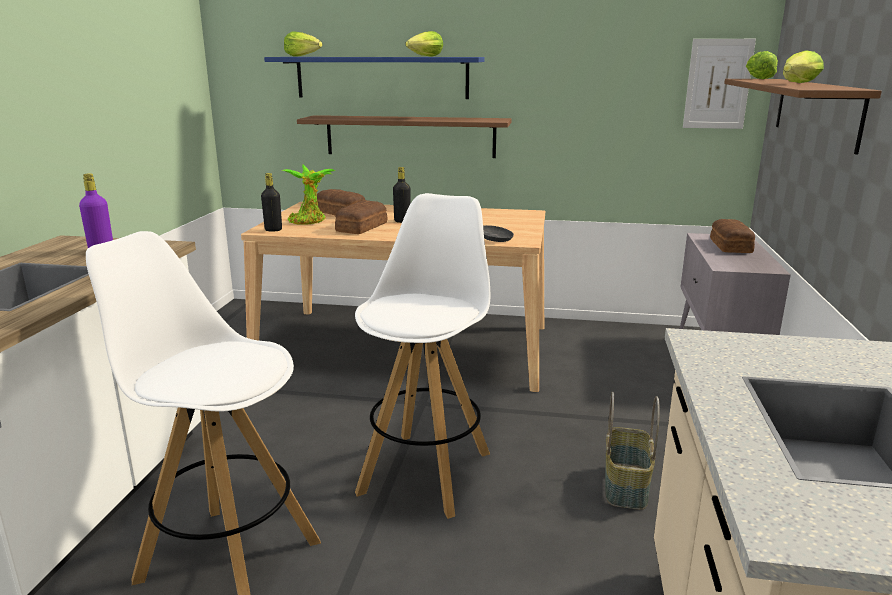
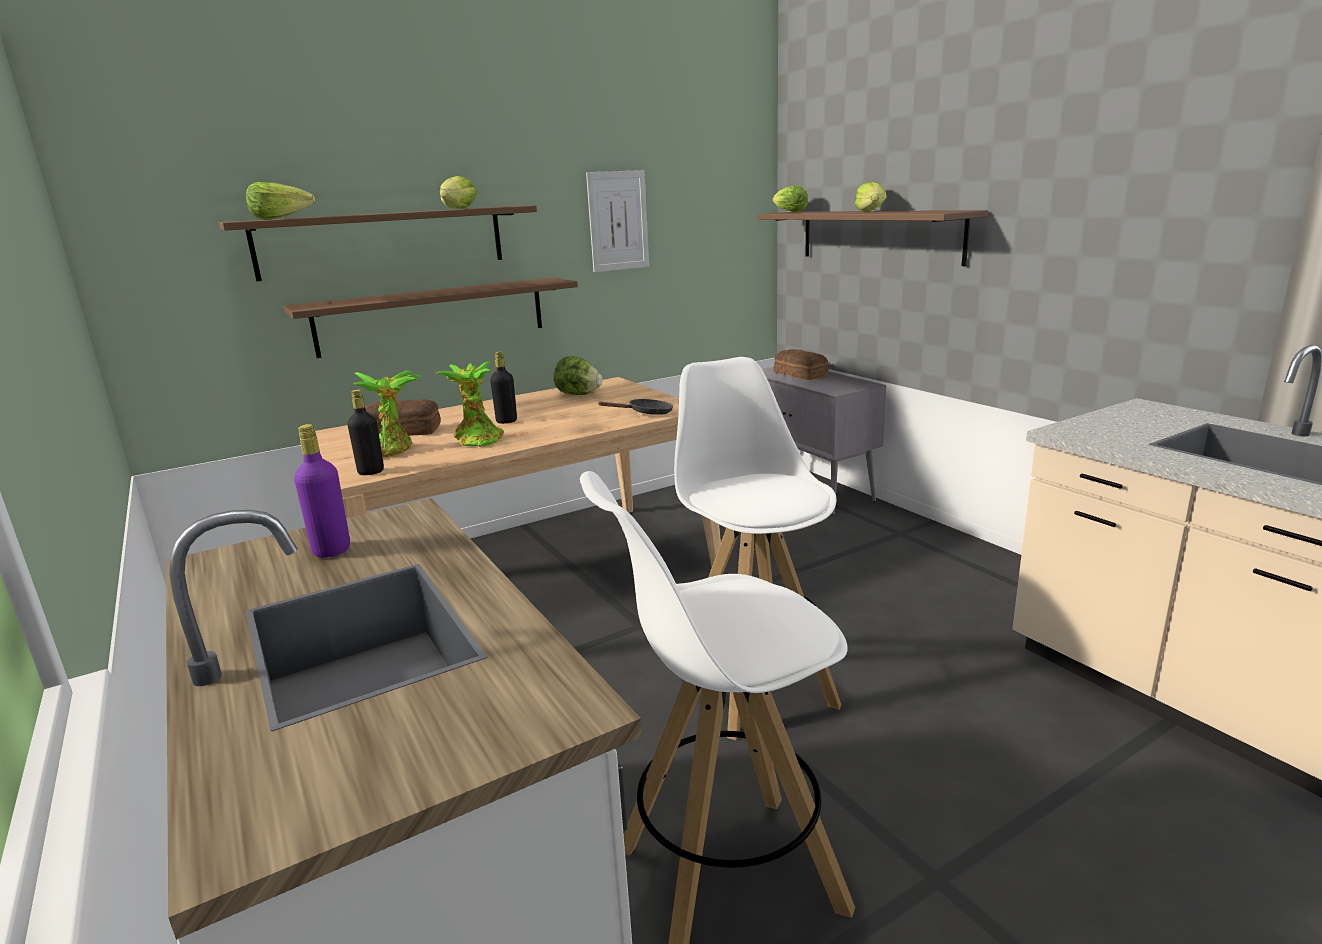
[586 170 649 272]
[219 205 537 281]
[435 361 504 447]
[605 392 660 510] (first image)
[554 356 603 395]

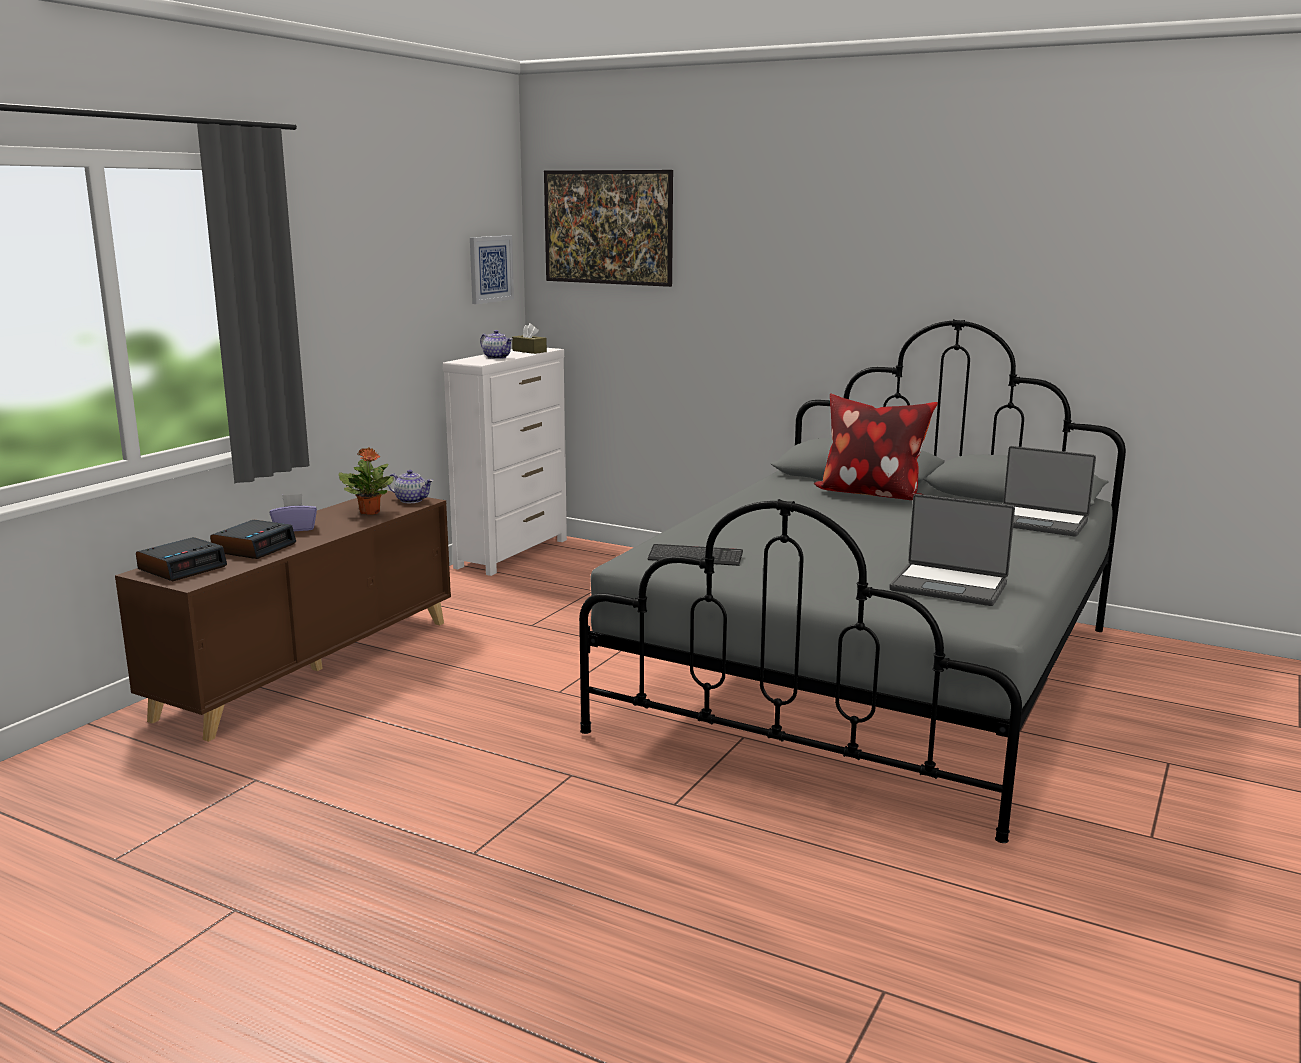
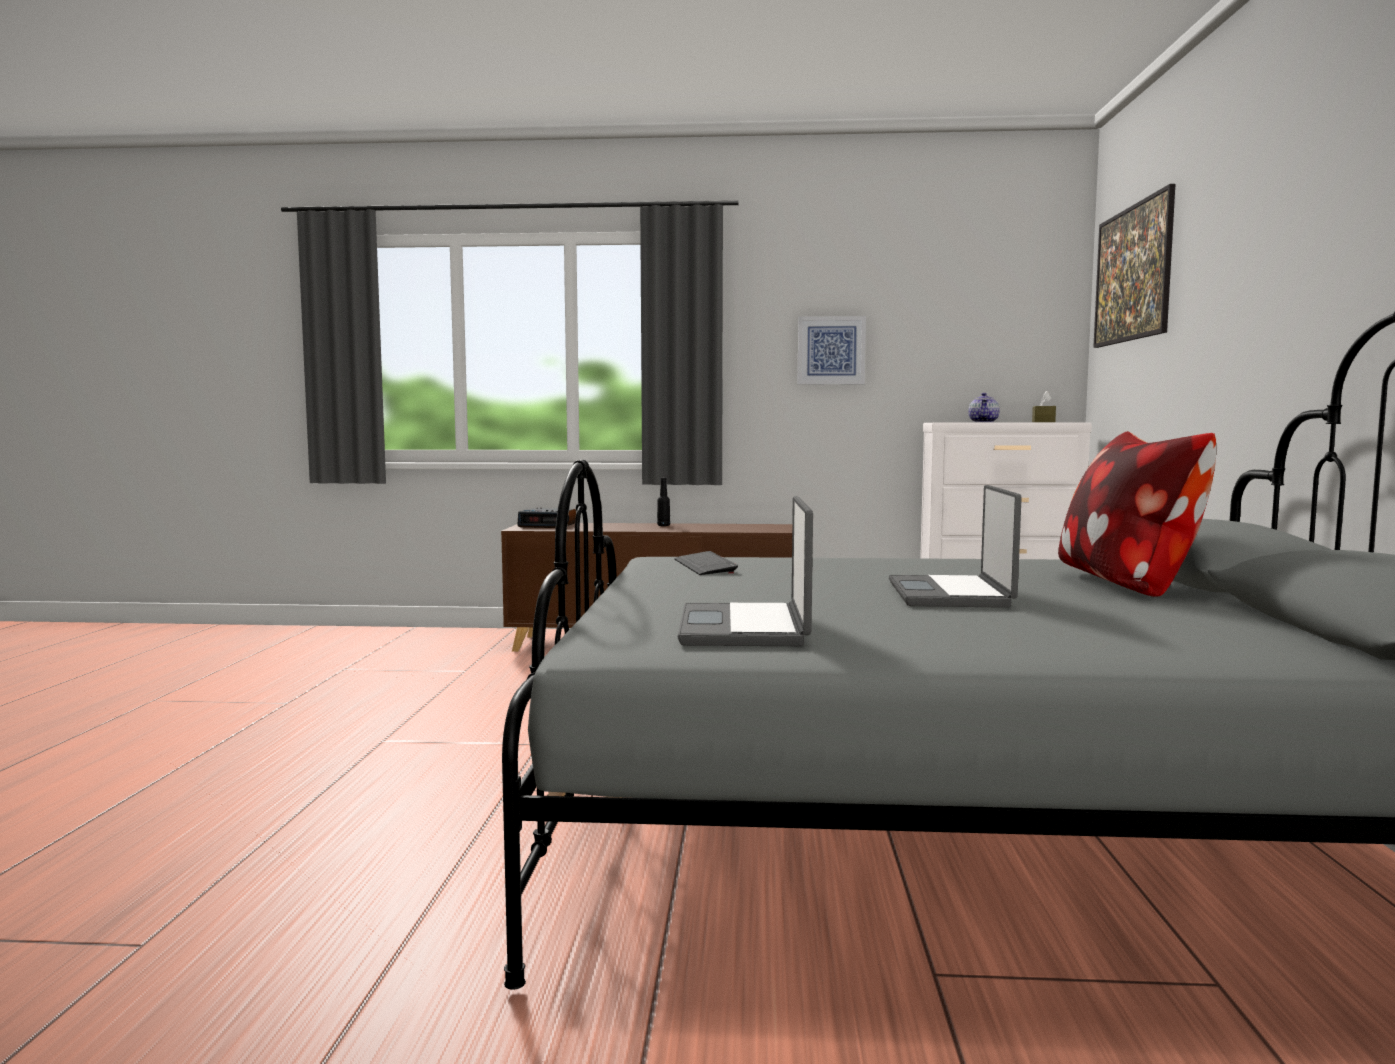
[797 316 866 384]
[889 485 1022 608]
[338 447 393 515] (first image)
[388 470 433 503] (first image)
[657 478 670 526]
[210 520 296 559] (first image)

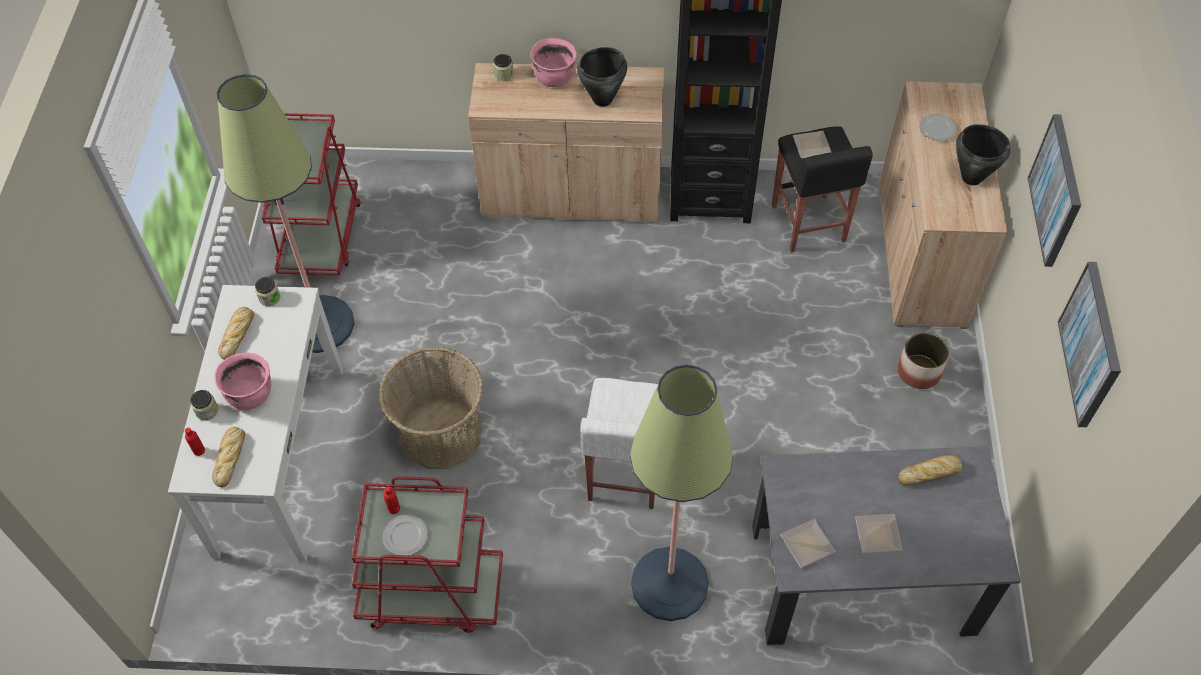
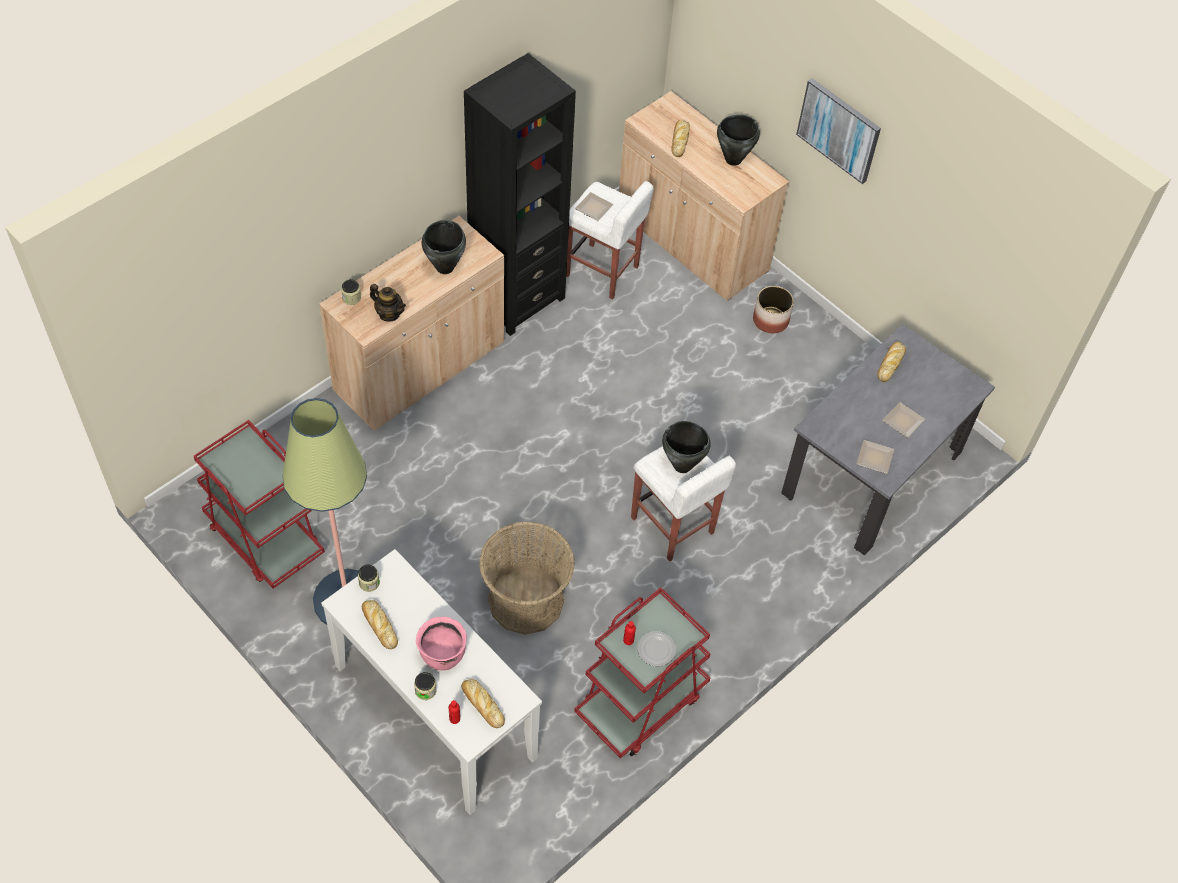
[530 38 577 87] (first image)
[671 120 690 157]
[566 181 653 299]
[1058 262 1121 427] (first image)
[630 364 733 621] (first image)
[370 284 406 322]
[662 421 711 473]

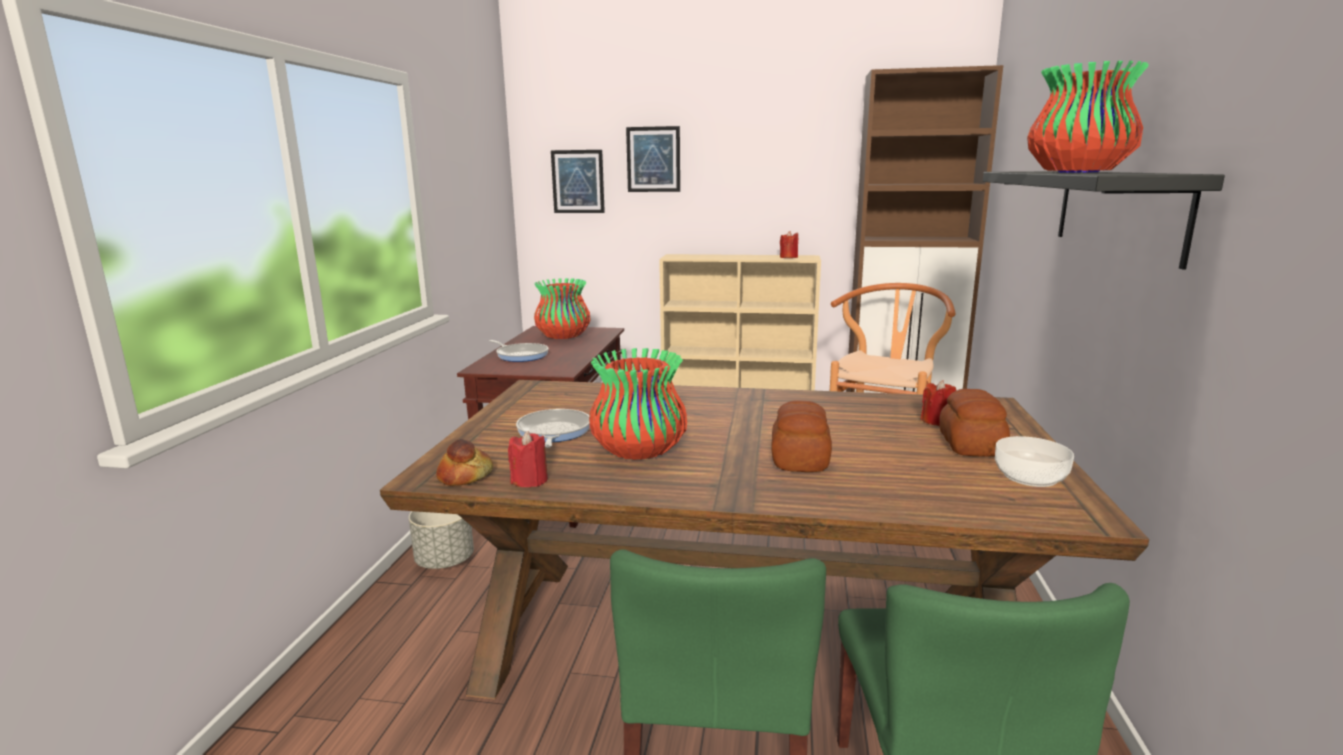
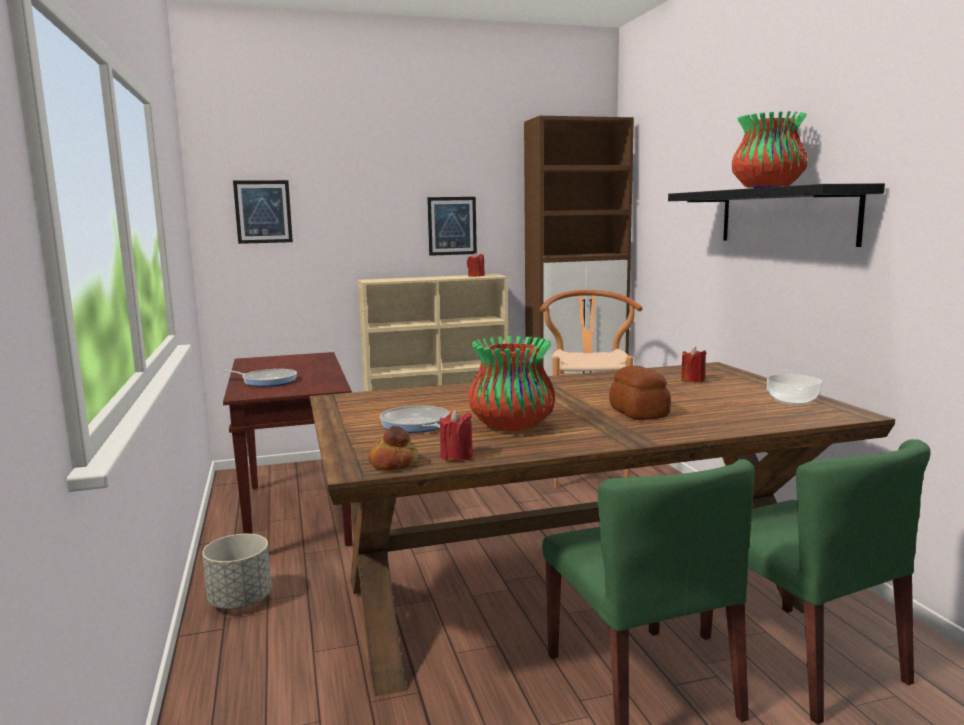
[427 197 477 256]
[534 278 590 339] (first image)
[939 389 1010 457] (first image)

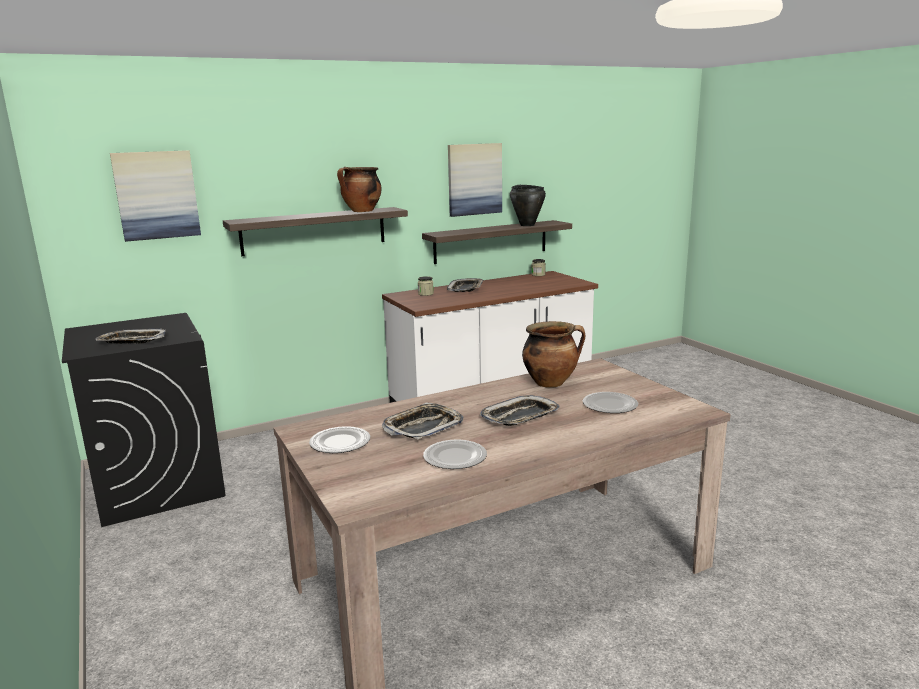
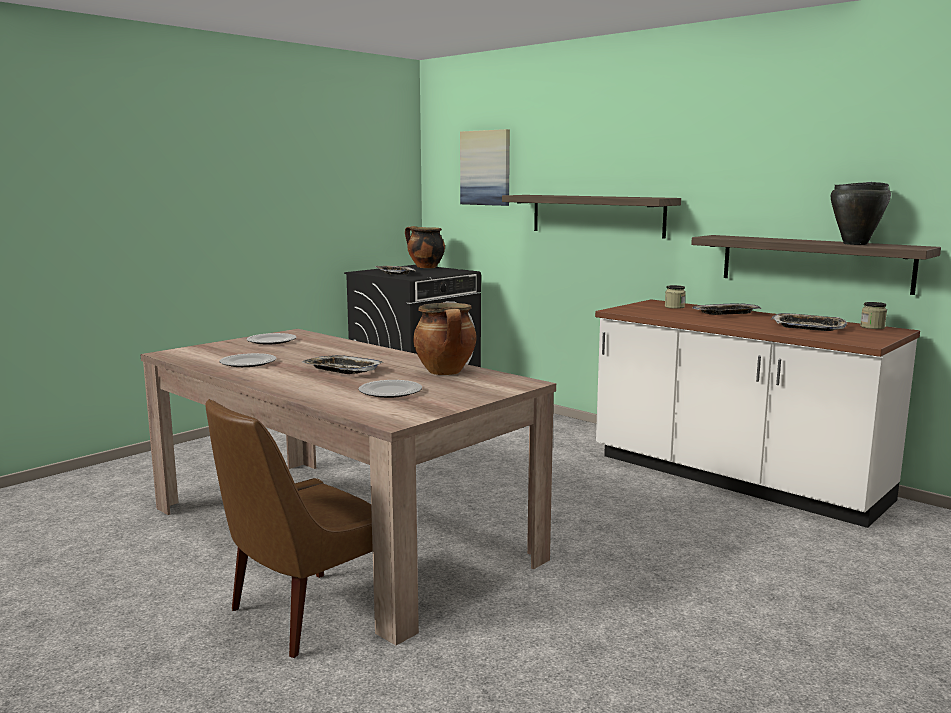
[448 143 502 217] (first image)
[405 226 445 268]
[771 313 847 331]
[205 399 373 658]

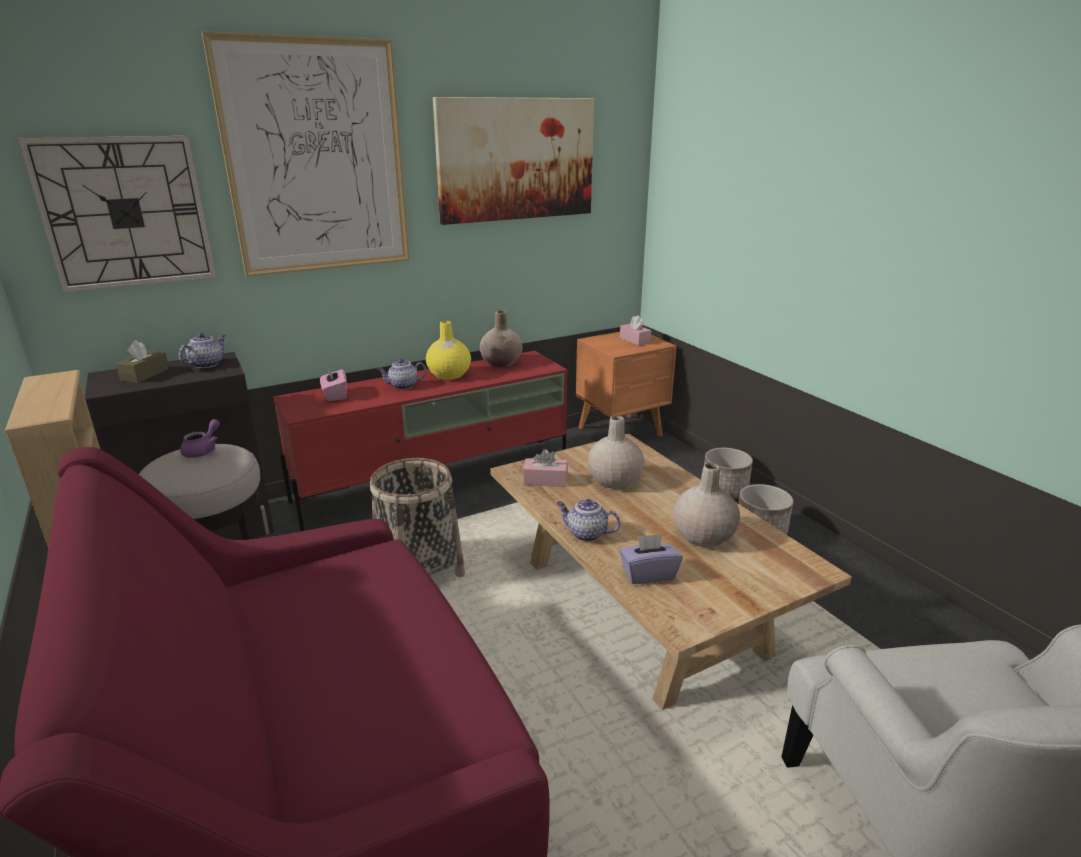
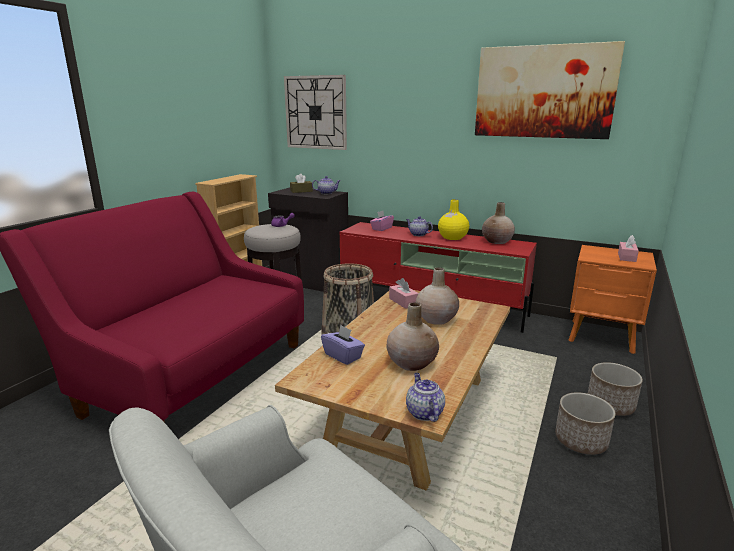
[201 31 409 277] (first image)
[406 373 445 422]

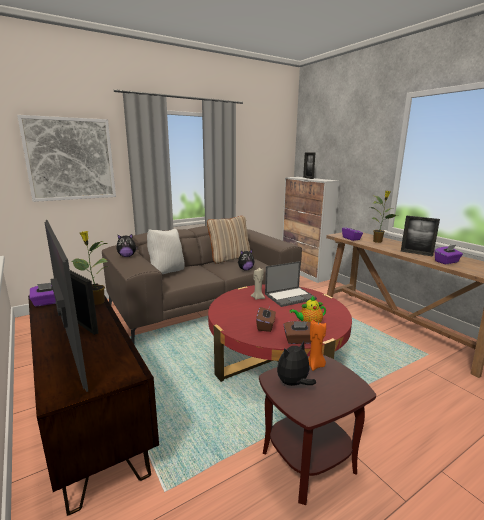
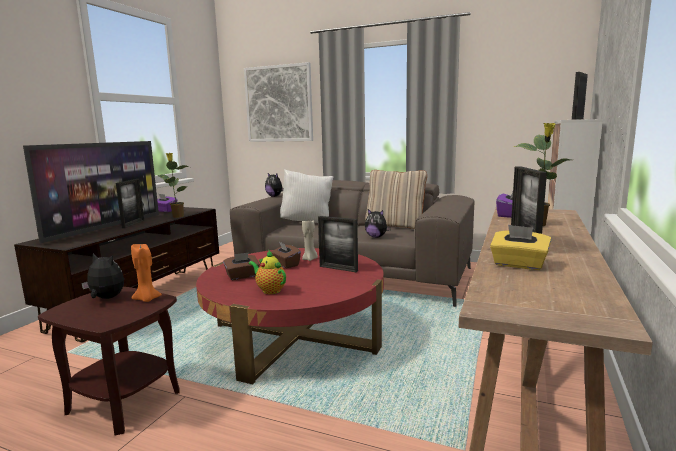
[490 225 551 270]
[318 216 358 272]
[271 242 301 268]

